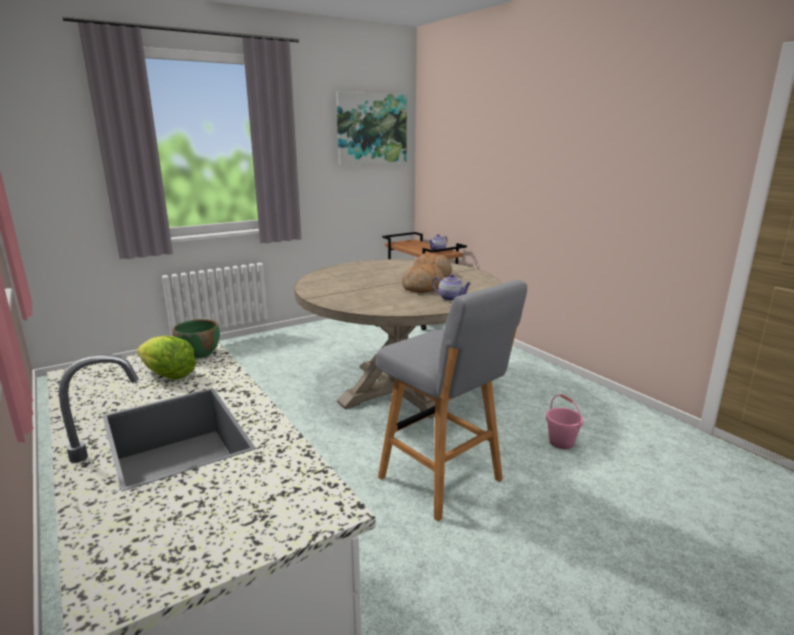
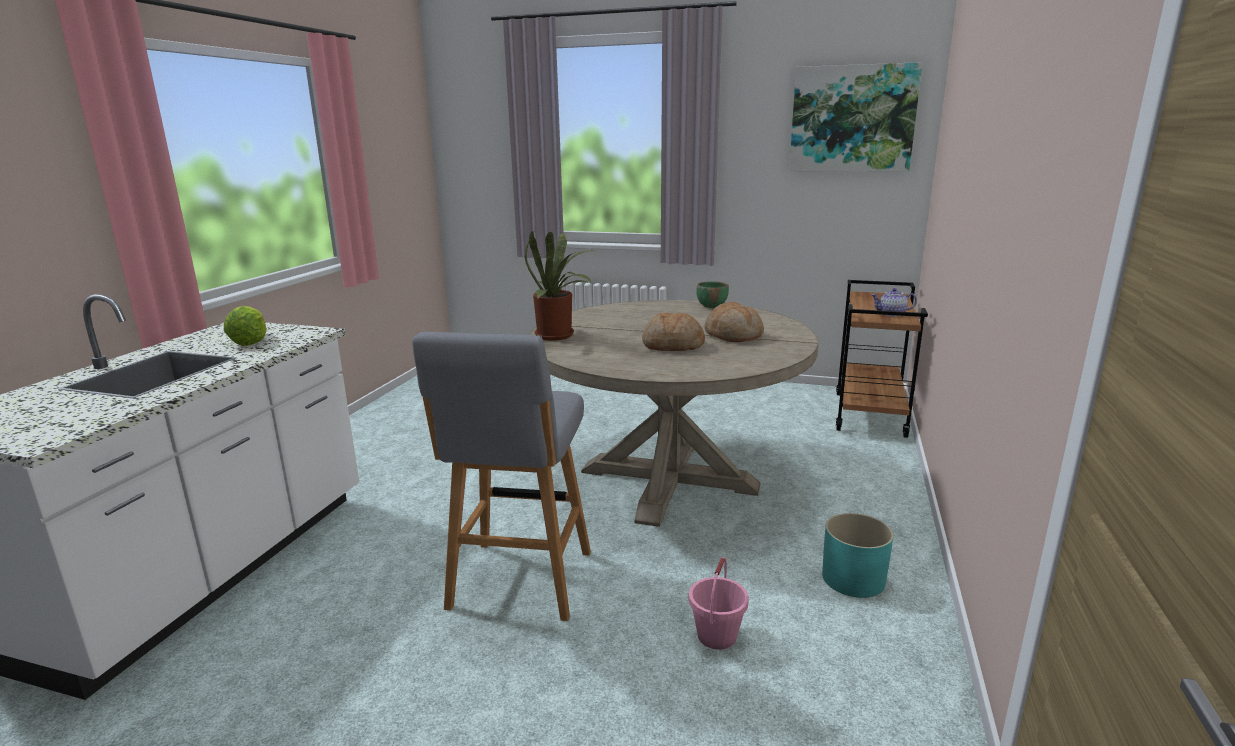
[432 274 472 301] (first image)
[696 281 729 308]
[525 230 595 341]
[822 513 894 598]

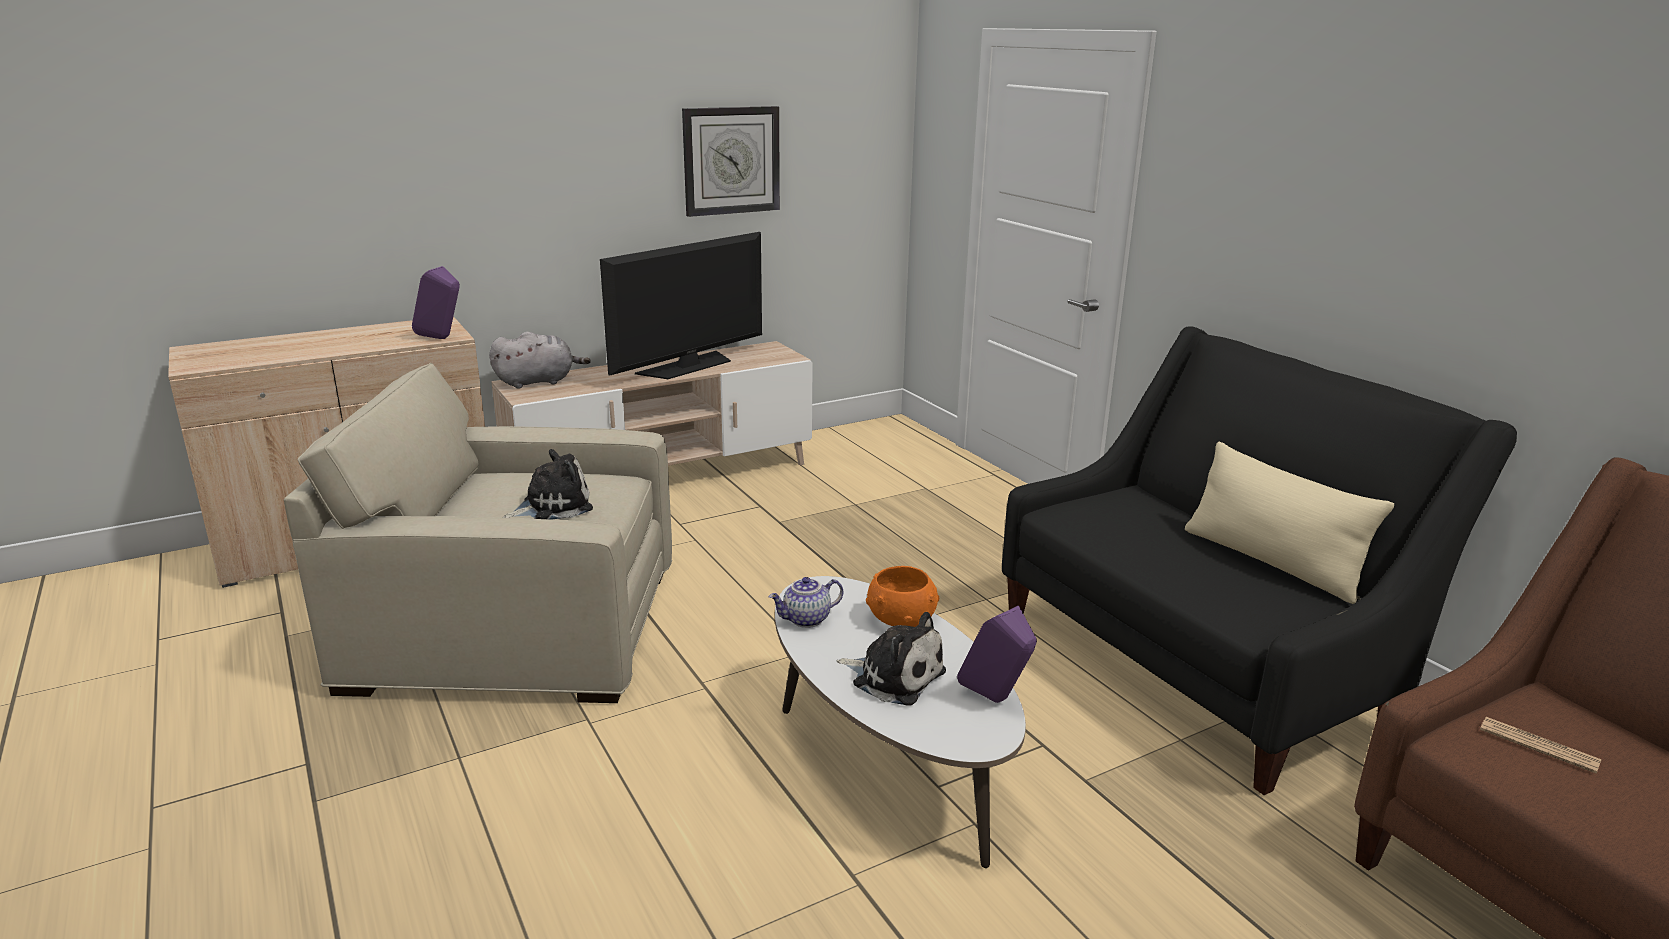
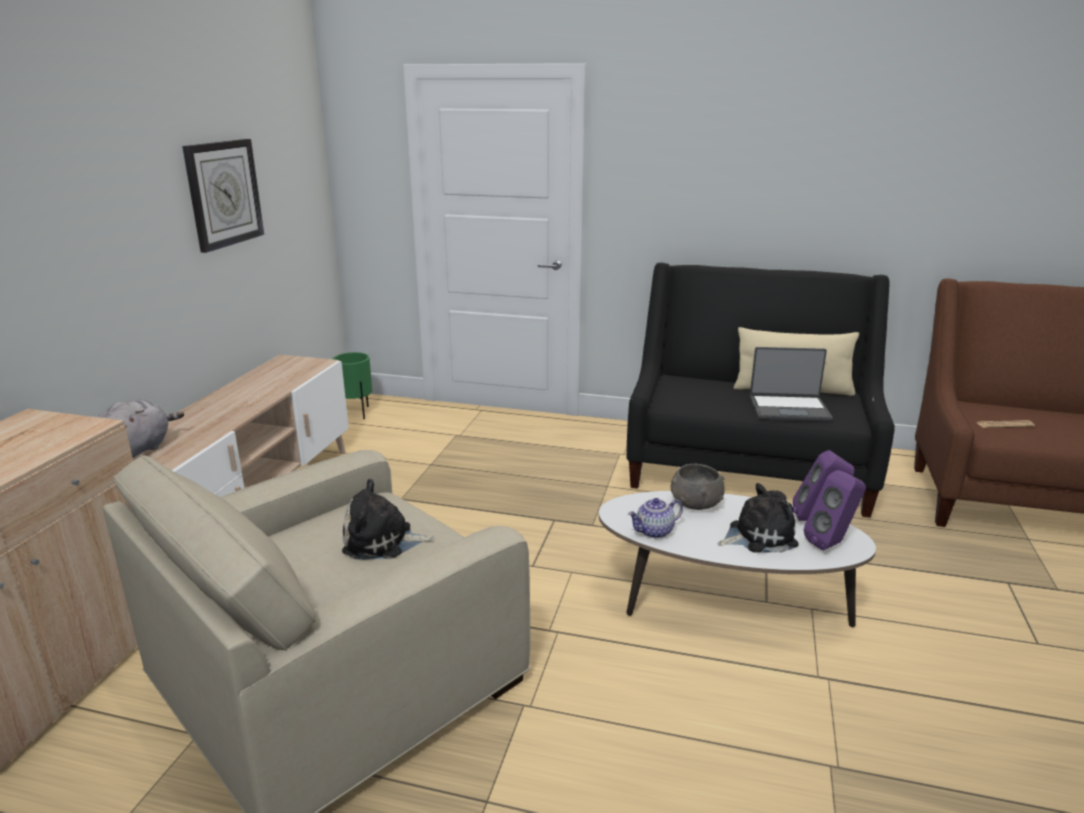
[600 232 762 379] (first image)
[804 470 866 551]
[342 478 435 560]
[671 464 725 510]
[628 498 683 539]
[750 347 833 422]
[333 352 373 419]

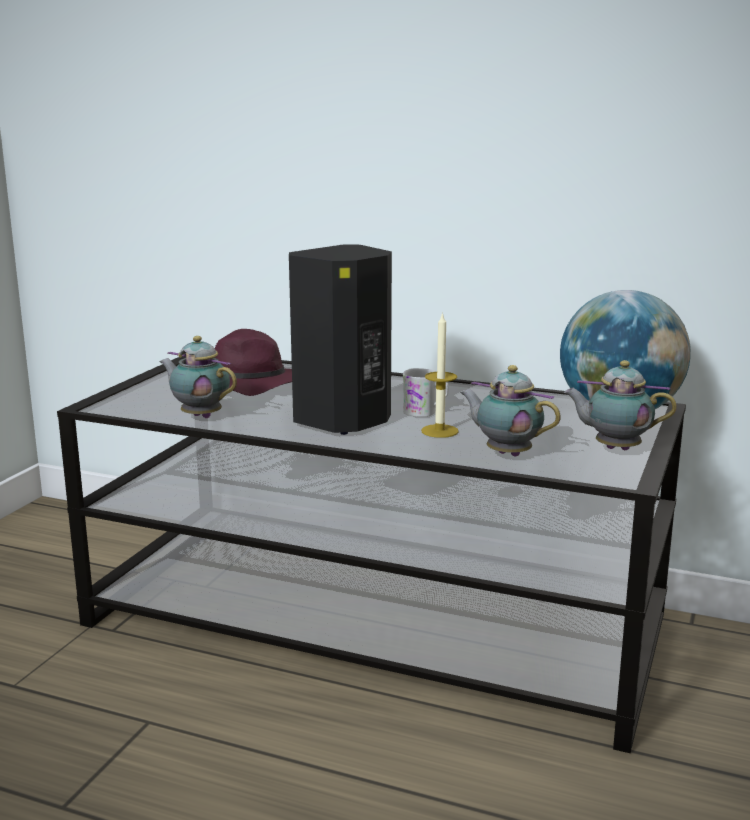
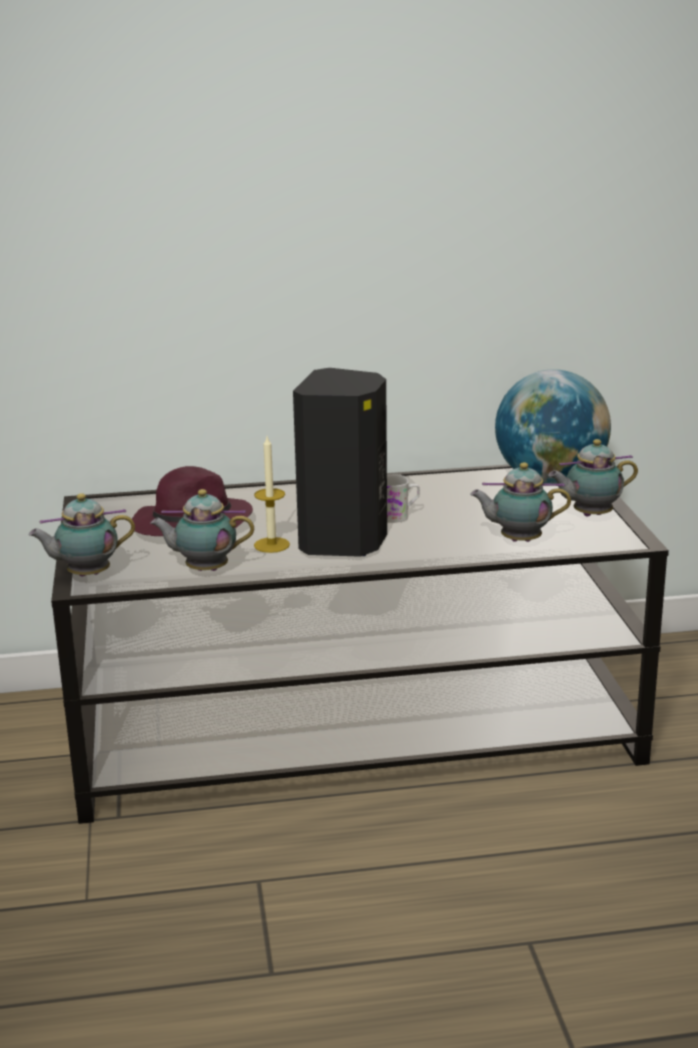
[254 437 290 553]
[29 493 135 577]

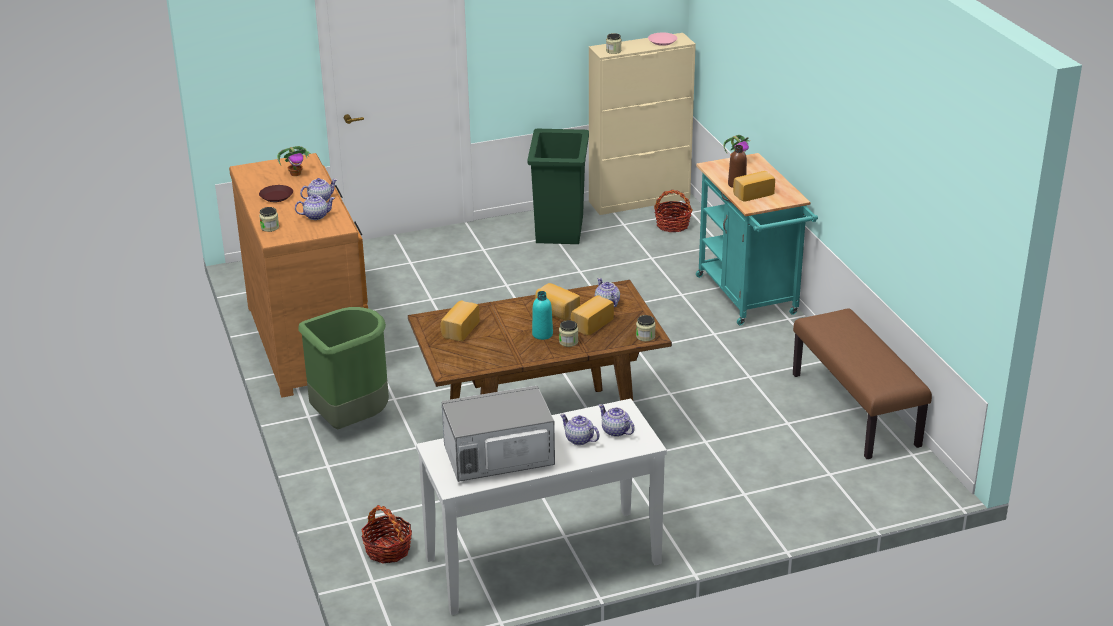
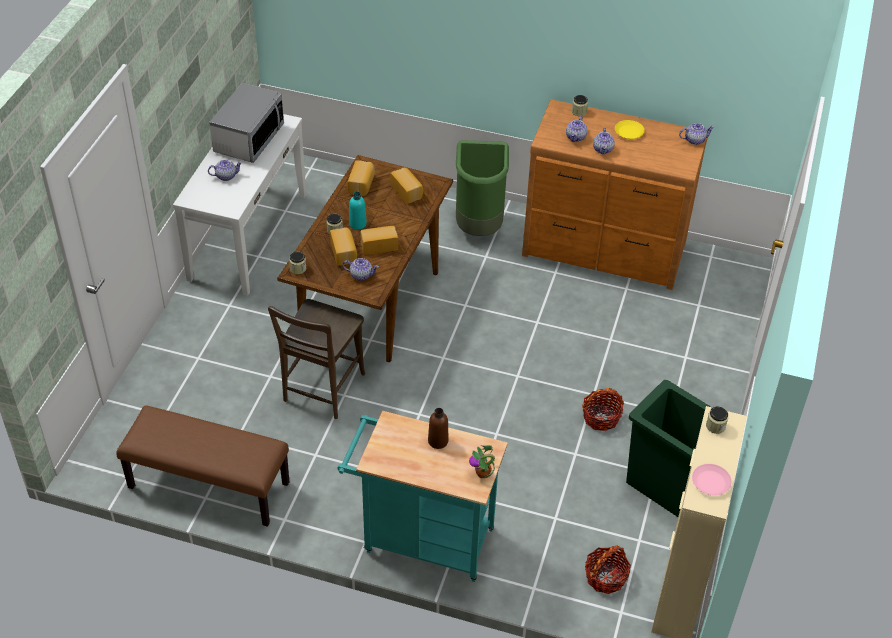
[277 146 311 176] (first image)
[348 160 375 196]
[615 120 645 139]
[679 123 714 145]
[582 388 624 431]
[268 299 365 419]

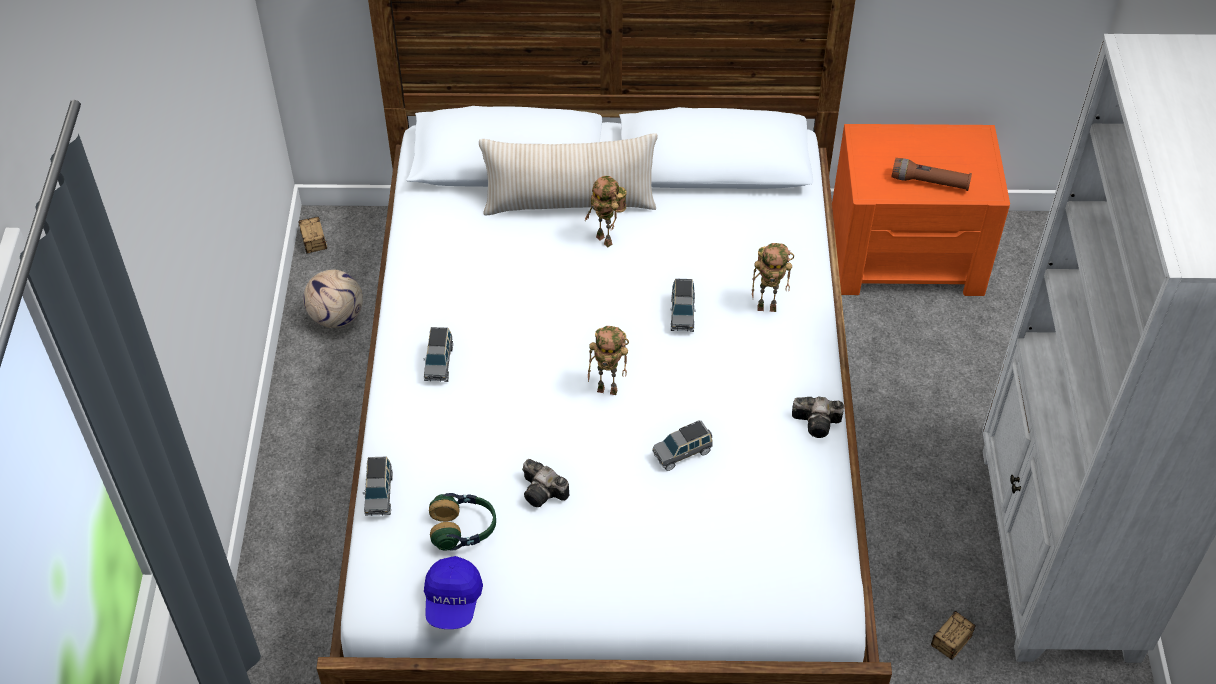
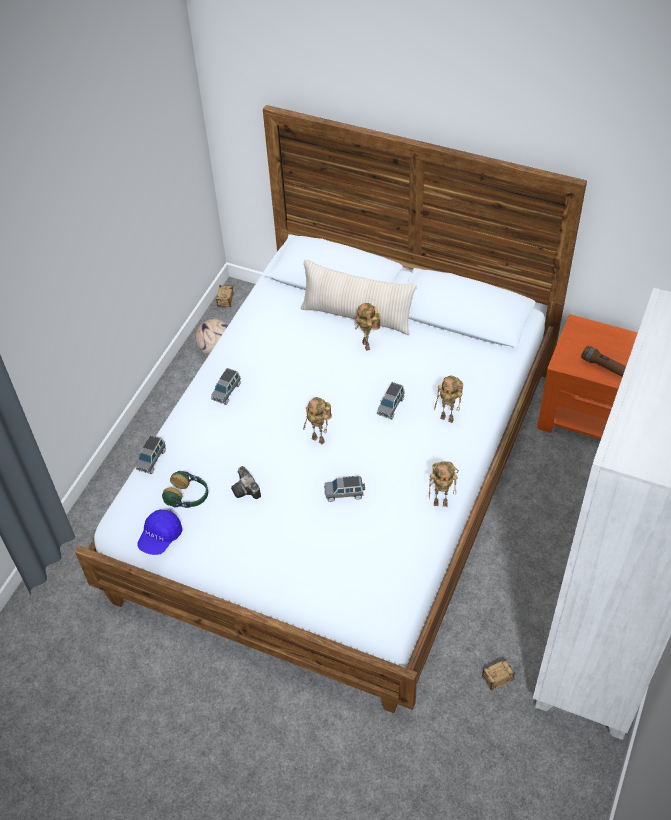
[429 461 459 507]

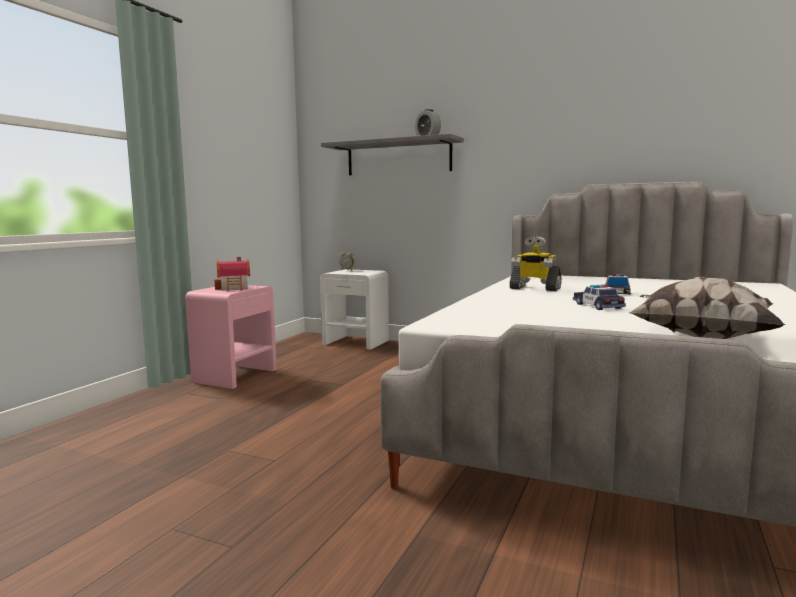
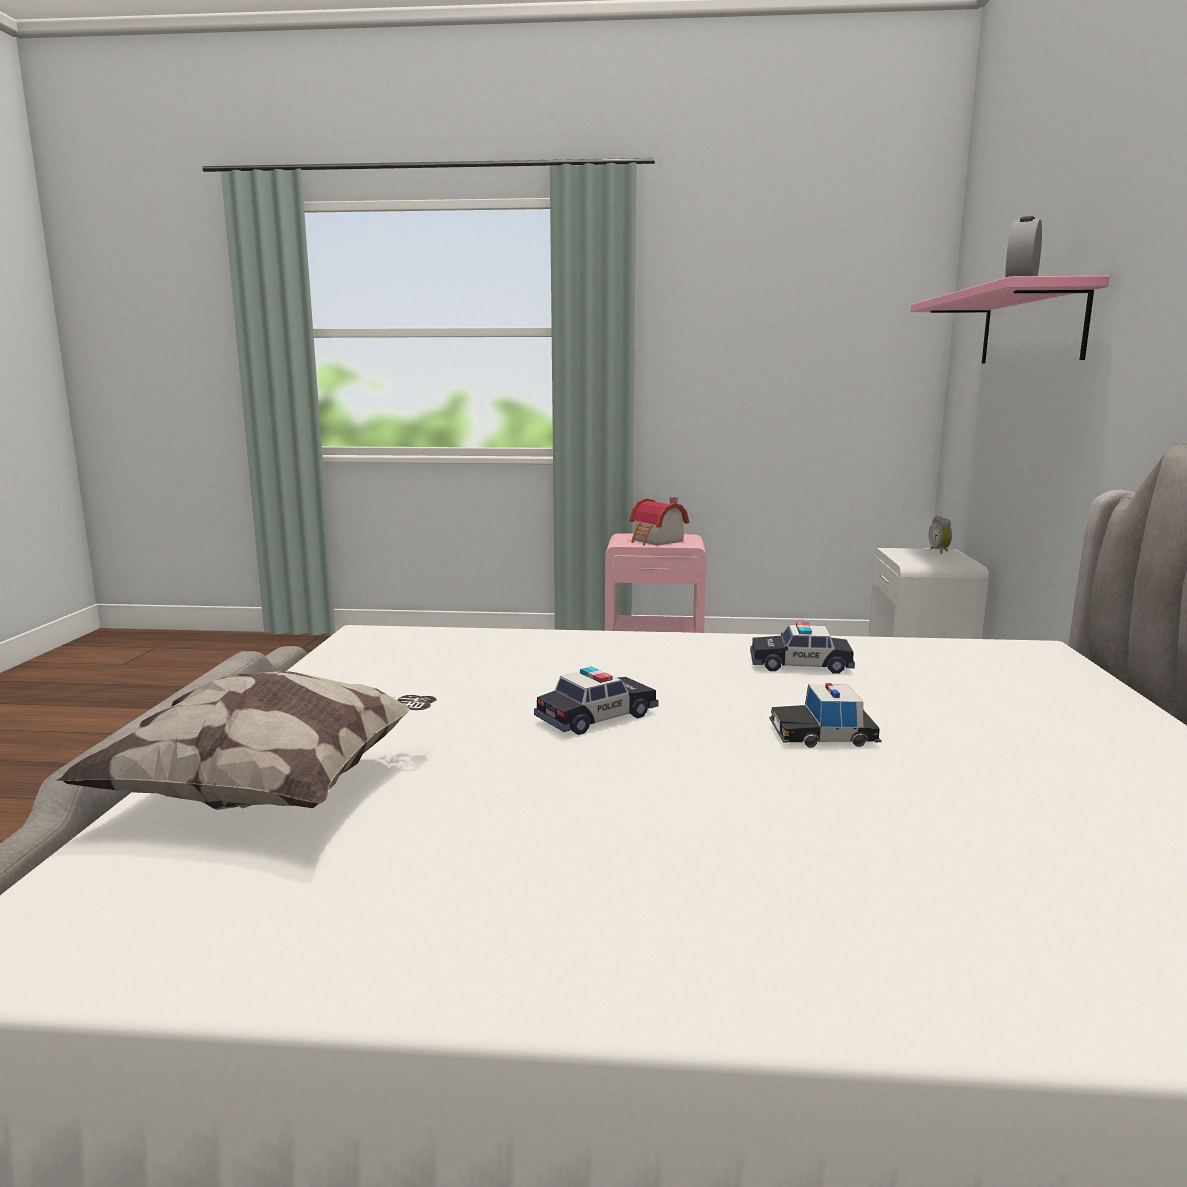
[910 276 1110 363]
[750 622 855 674]

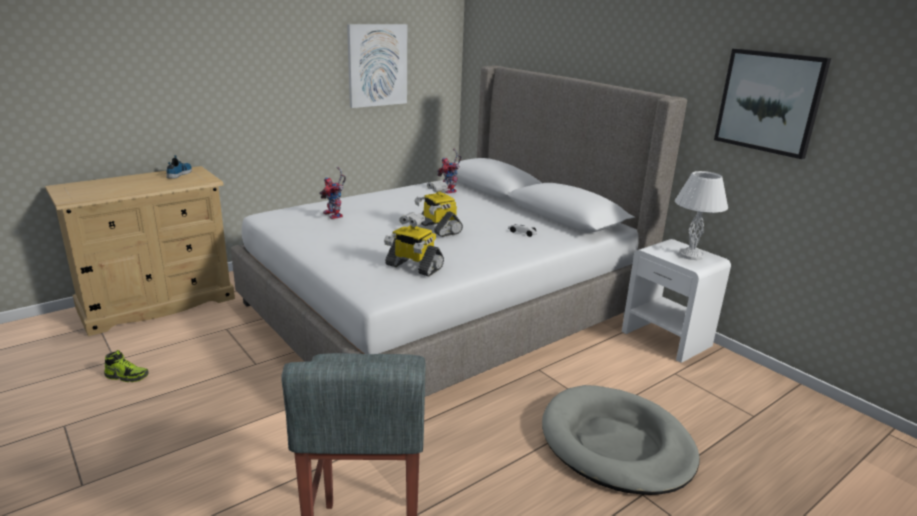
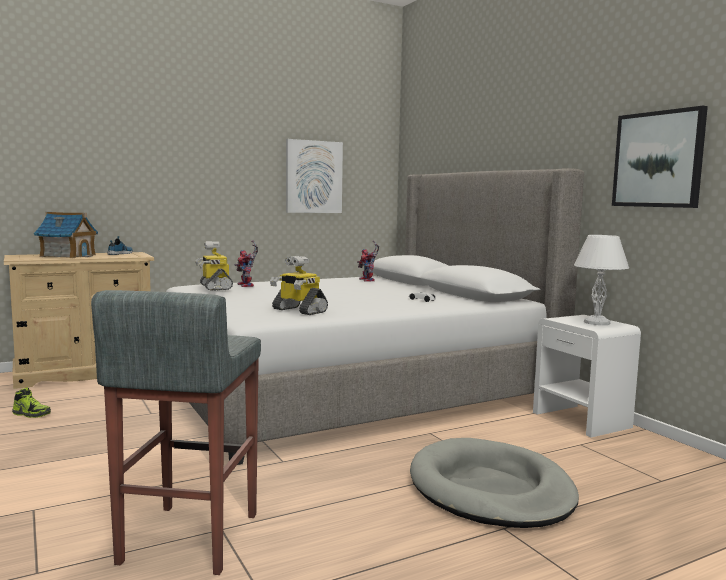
[195 241 233 291]
[34 212 98 258]

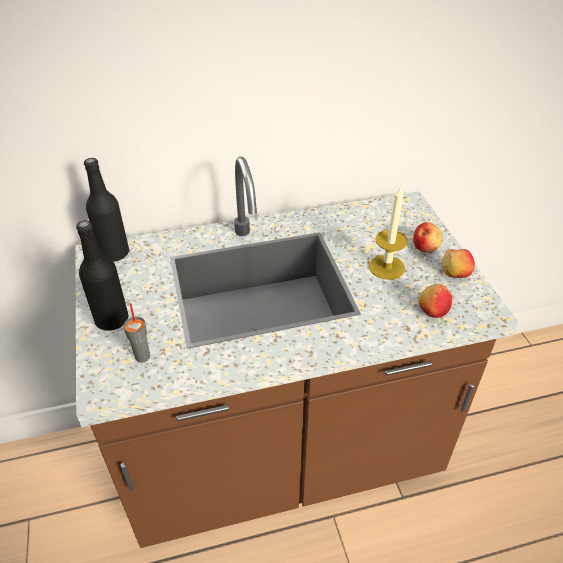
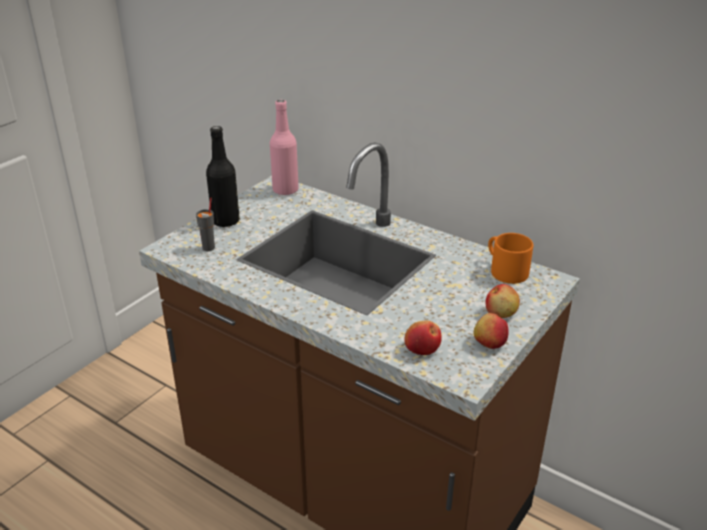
[270 100 299 195]
[369 186 408 280] (first image)
[488 233 533 284]

